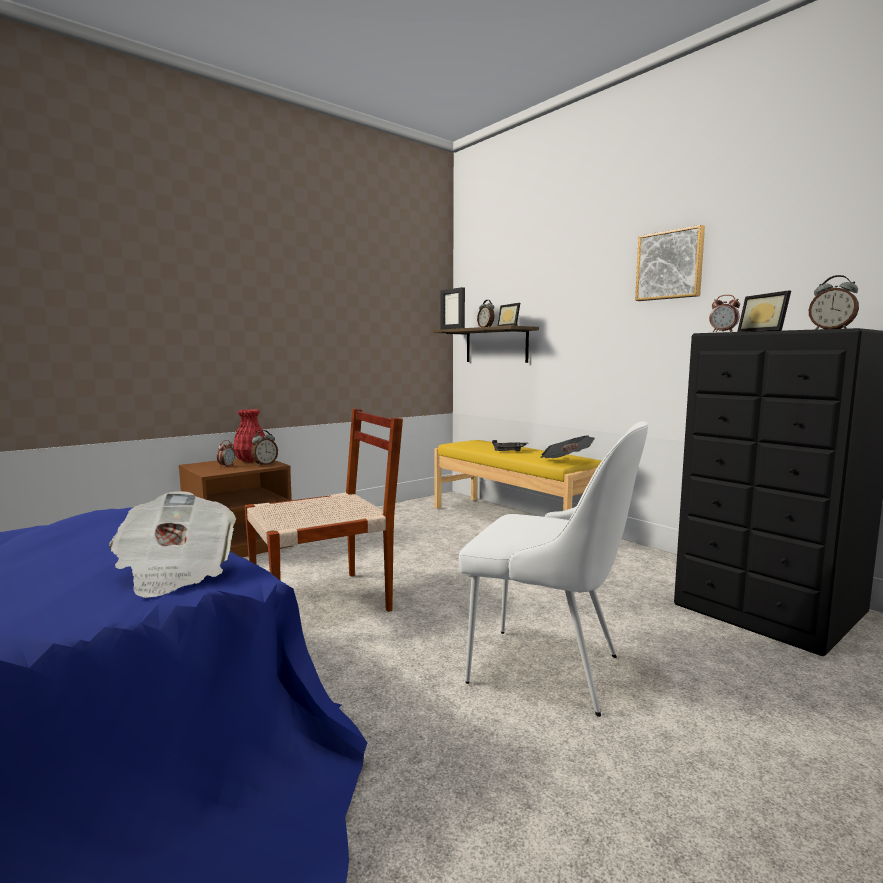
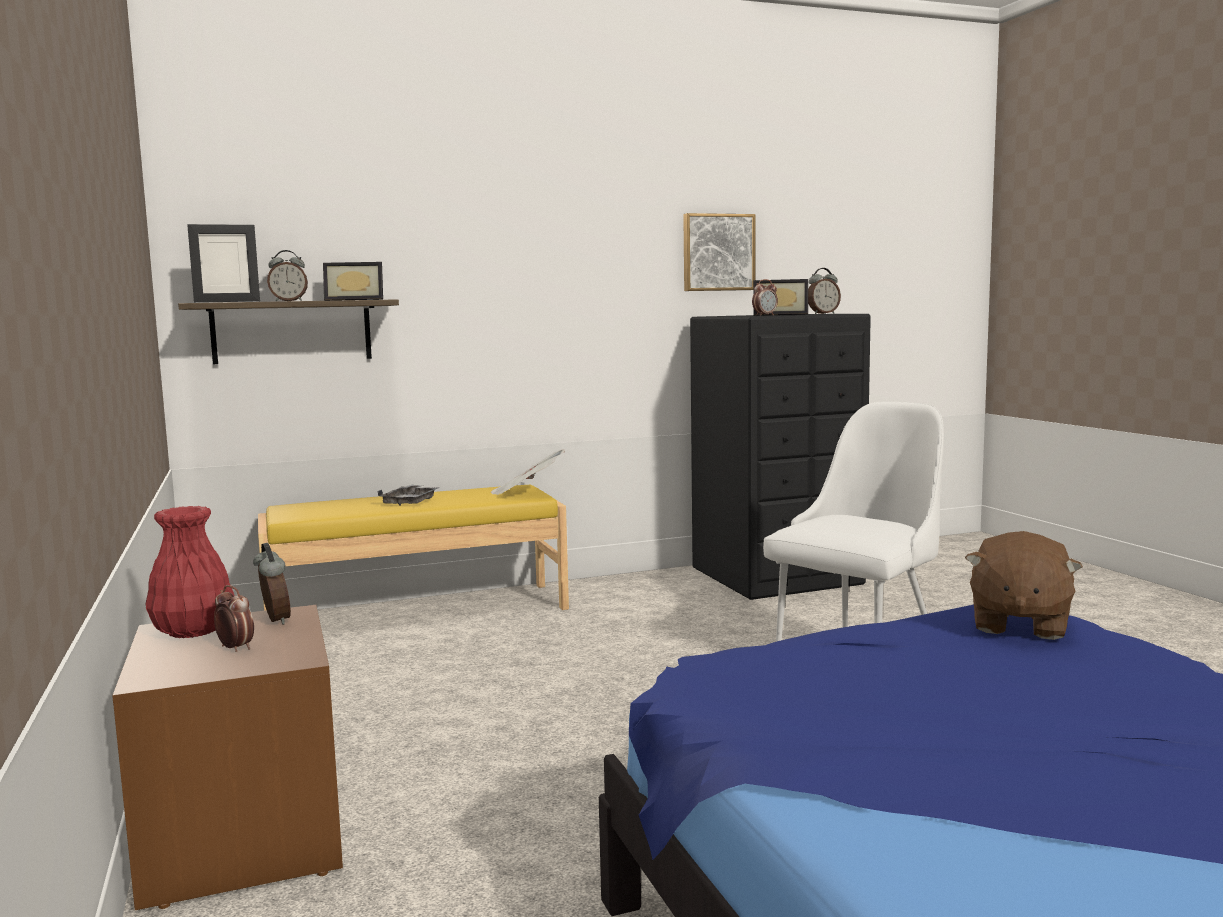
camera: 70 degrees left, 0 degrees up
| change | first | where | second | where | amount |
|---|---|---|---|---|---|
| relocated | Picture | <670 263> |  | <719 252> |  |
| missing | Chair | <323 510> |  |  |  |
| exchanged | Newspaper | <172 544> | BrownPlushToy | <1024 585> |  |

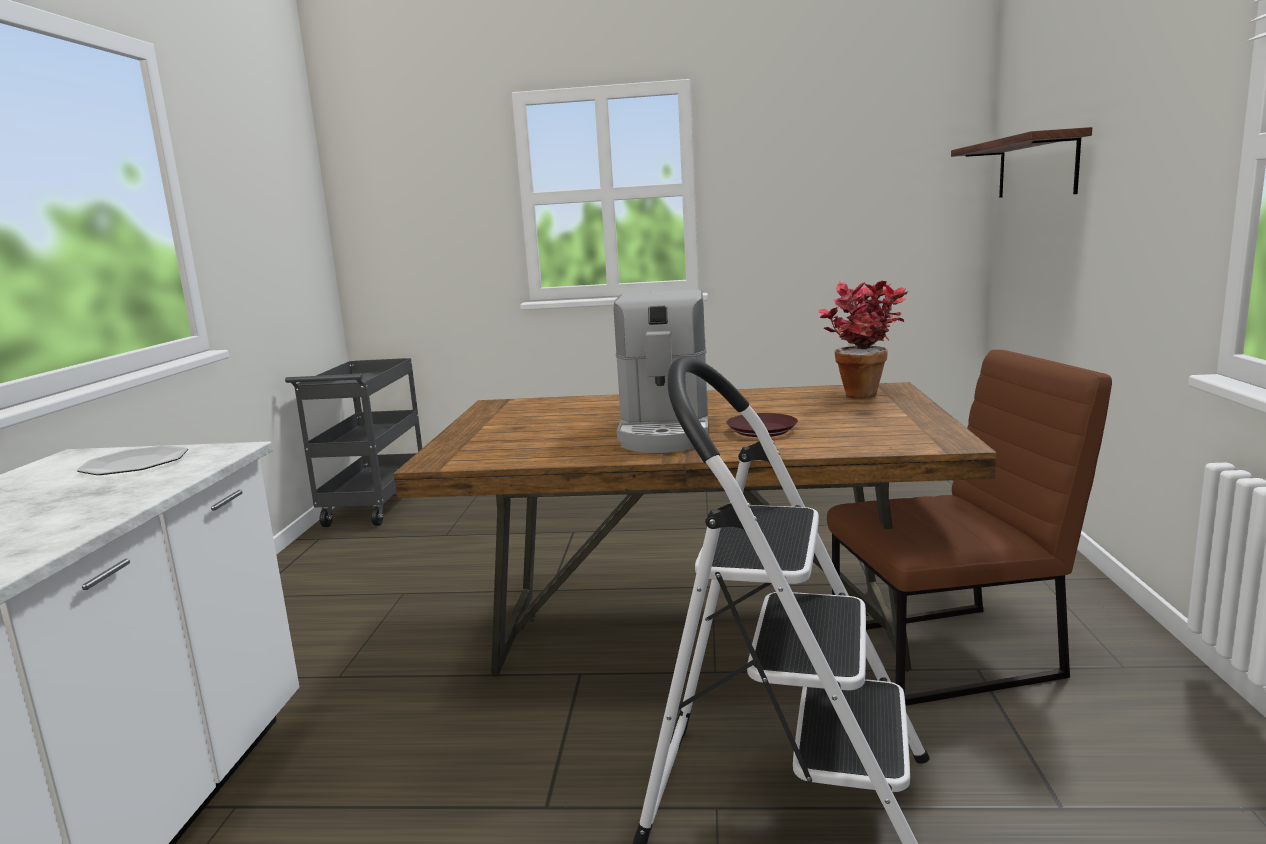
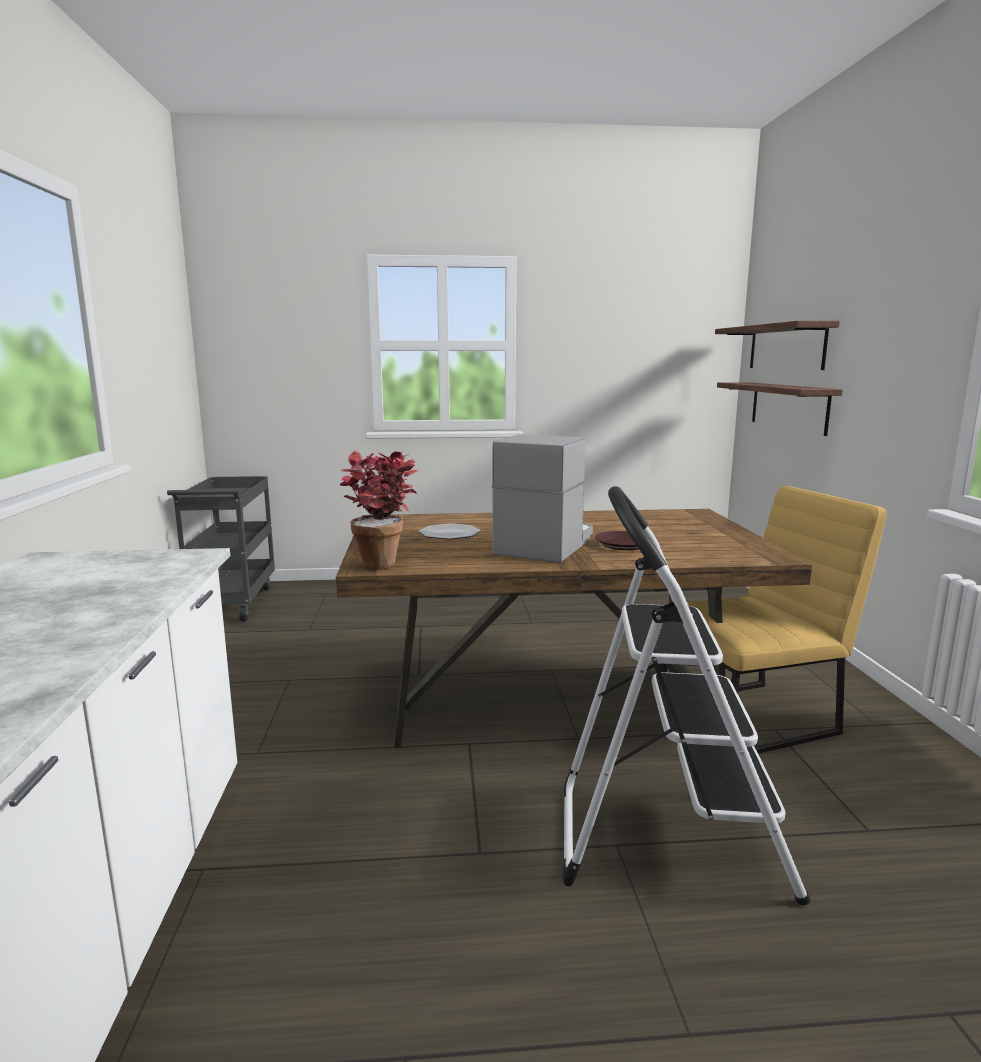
camera: 10 degrees left, 0 degrees up
| change | first | where | second | where | amount |
|---|---|---|---|---|---|
| relocated | PottedPlant | <863 340> |  | <379 510> |  |
| spun | CoffeeMachine | <660 371> |  | <542 498> | 150 degrees counterclockwise |
| colour | BrownChair | <969 528> | YellowChair | <774 620> |  |
| relocated | Plate | <132 460> |  | <450 531> |  |
| appeared |  |  | Shelf | <780 409> |  |

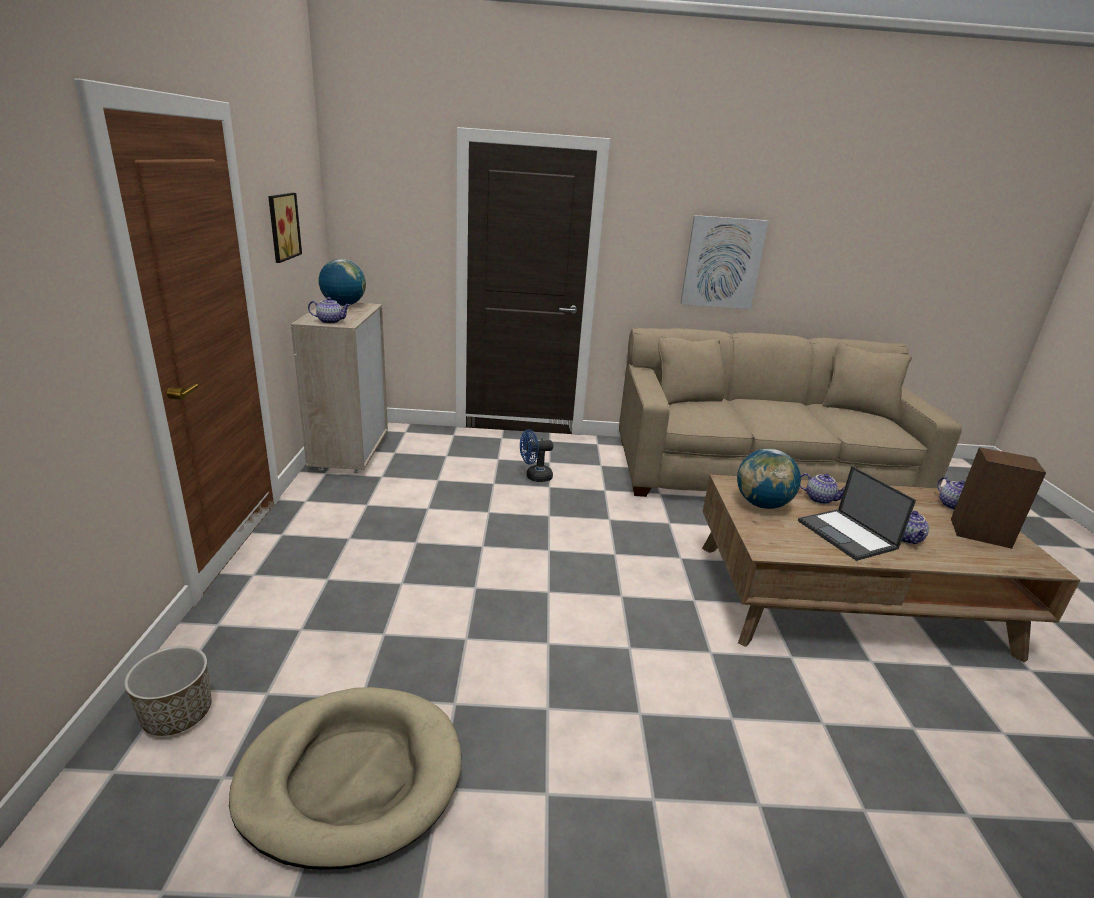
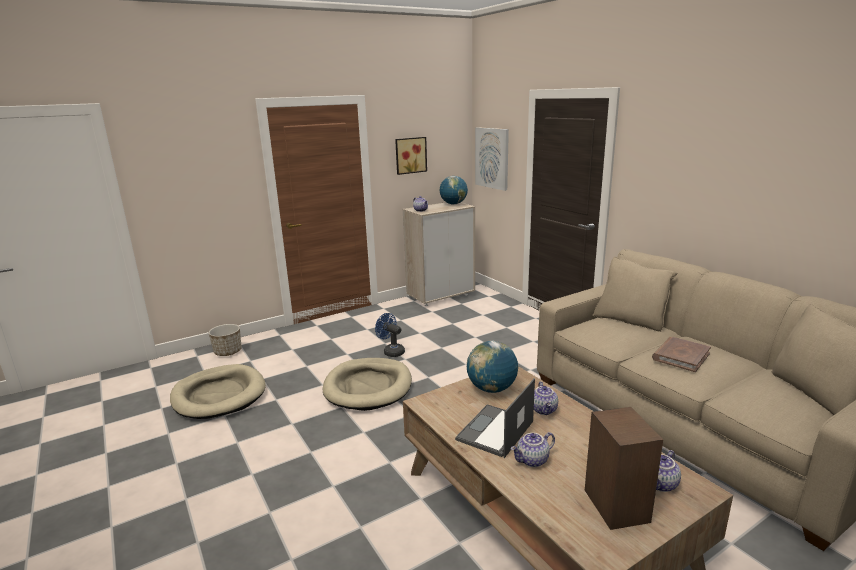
camera: 60 degrees right, 5 degrees down
| change | first | where | second | where | amount |
|---|---|---|---|---|---|
| relocated | Picture | <724 262> |  | <492 159> |  |
| relocated | BlueFan | <536 455> |  | <390 335> |  |
| appeared |  |  | BrownBook | <681 354> |  |
| appeared |  |  | BeigeDogBed | <367 384> |  |

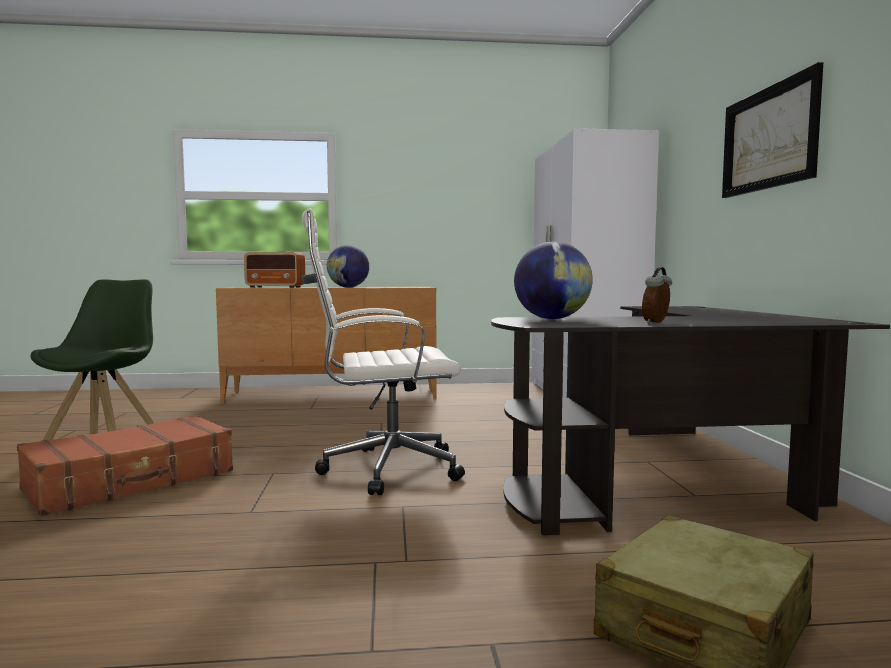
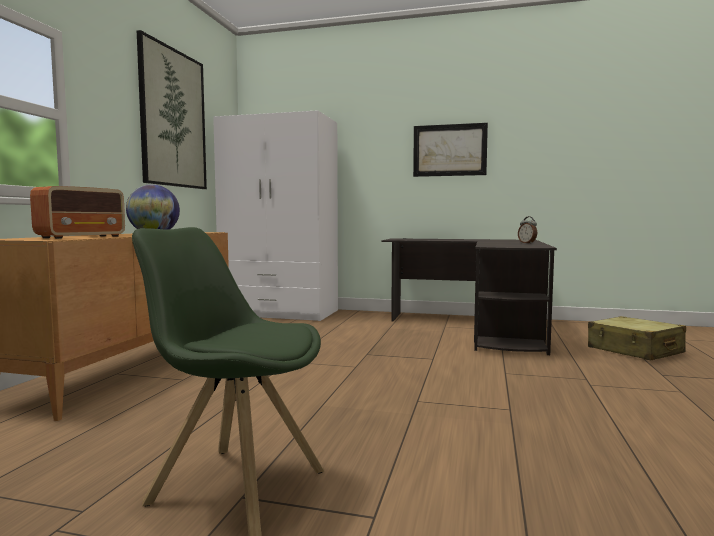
camera: 70 degrees left, 0 degrees up
| change | first | where | second | where | amount |
|---|---|---|---|---|---|
| missing | WhiteOfficeChair | <383 352> |  |  |  |
| missing | Globe | <553 280> |  |  |  |
| missing | BrownSuitcase | <125 465> |  |  |  |
| appeared |  |  | Picture | <172 109> |  |

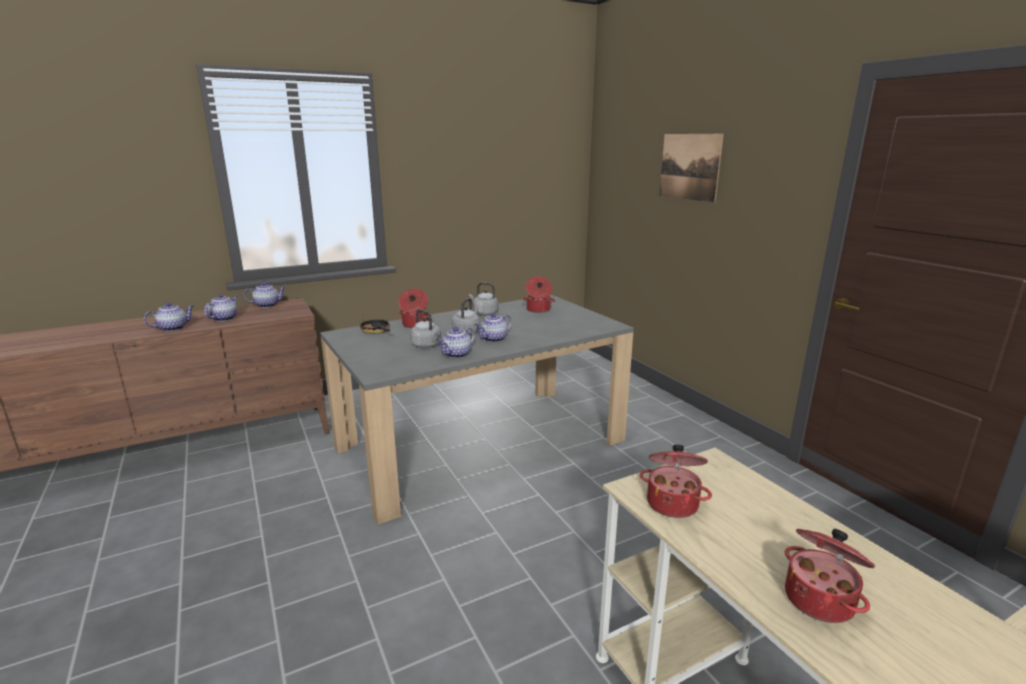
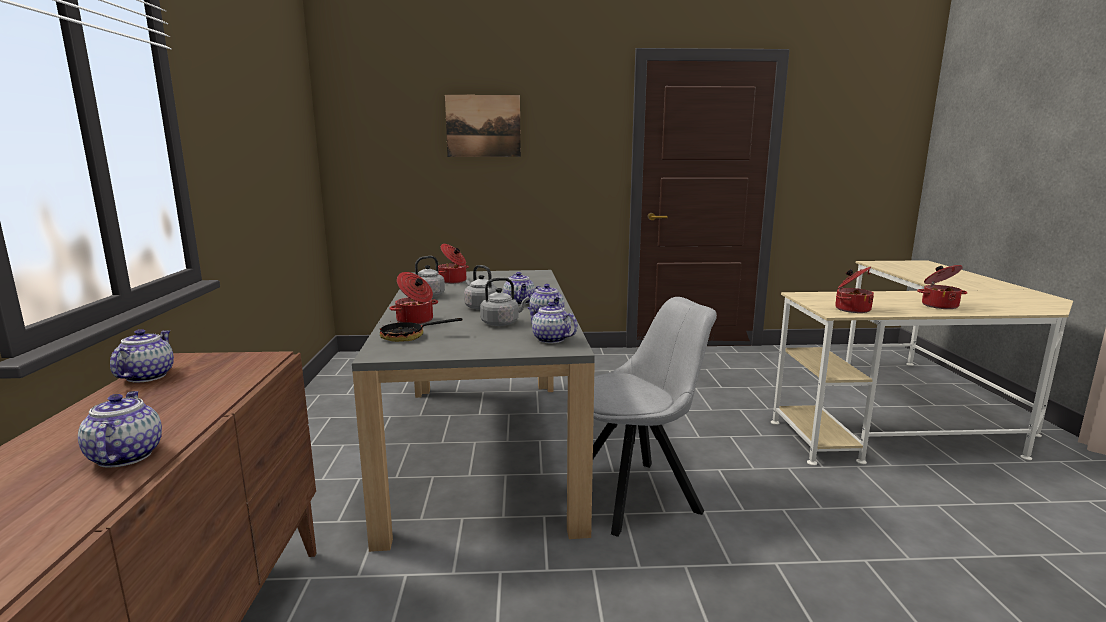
camera: 65 degrees left, 5 degrees down
| change | first | where | second | where | amount |
|---|---|---|---|---|---|
| relocated | Teapot | <220 307> |  | <552 323> |  |
| appeared |  |  | GreyChair | <655 417> |  |

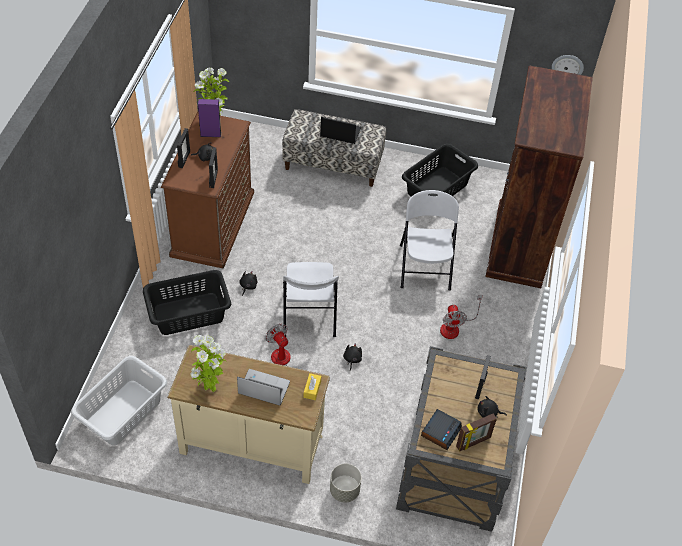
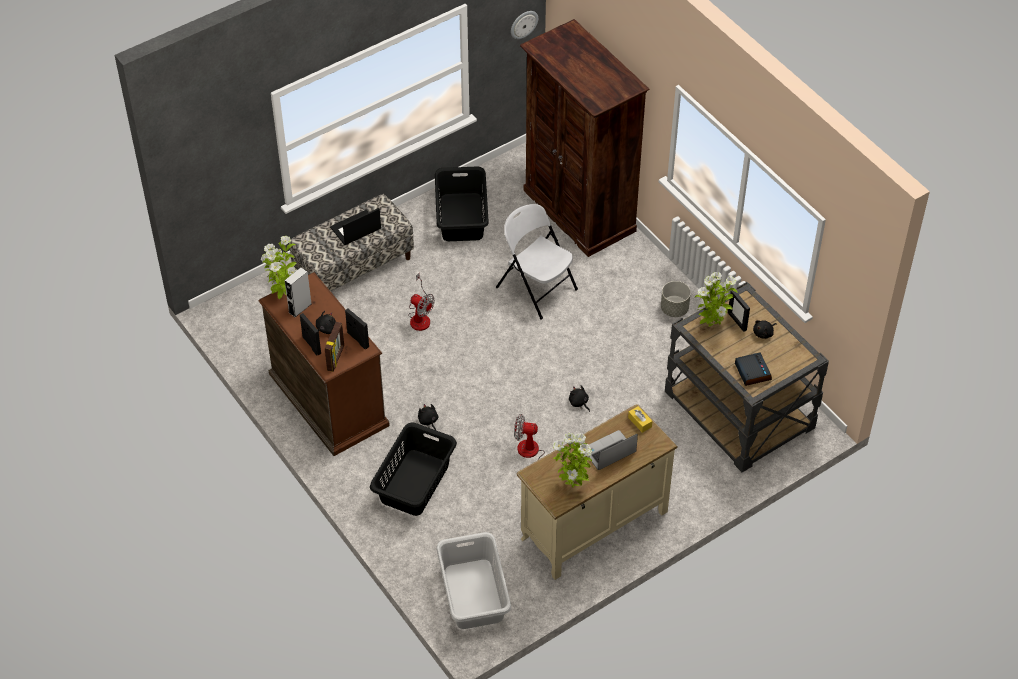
camera: 45 degrees left, 0 degrees up
| change | first | where | second | where | amount |
|---|---|---|---|---|---|
| colour | PurpleSpeaker | <209 118> | GreySpeaker | <298 292> |  |
| missing | WhiteChair | <311 299> |  |  |  |
| relocated | Fan | <461 317> |  | <421 302> |  |
| relocated | PictureFrame | <476 433> |  | <334 347> |  |
| relocated | GreyPlanter | <346 482> |  | <676 299> |  |
| appeared |  |  | PottedPlant | <716 299> |  |

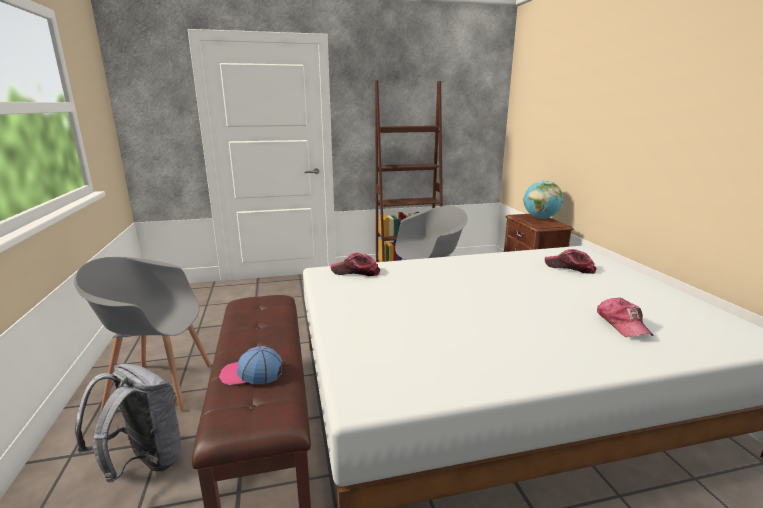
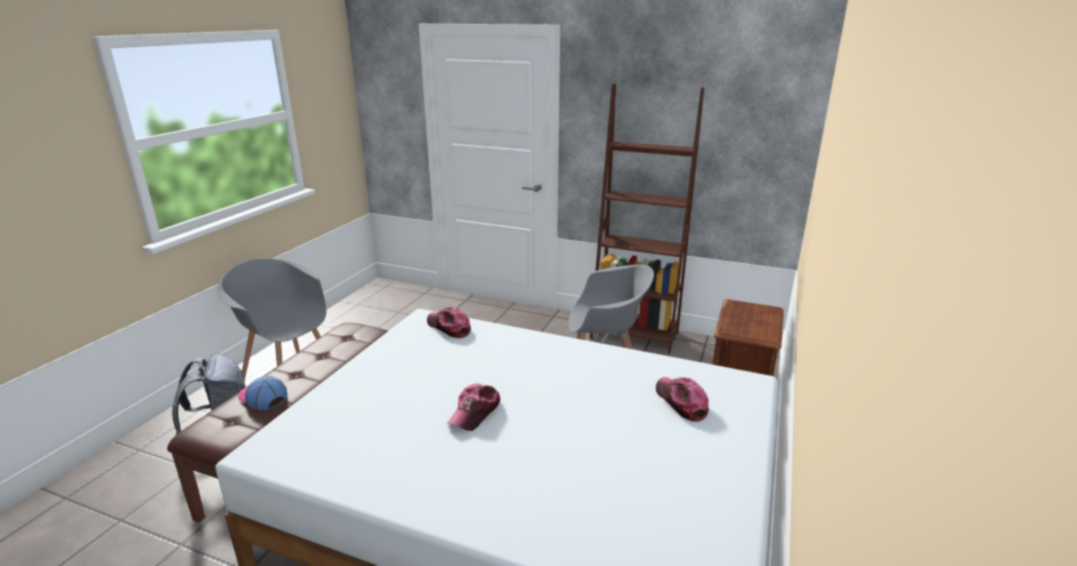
camera: 35 degrees right, 5 degrees up
| change | first | where | second | where | amount |
|---|---|---|---|---|---|
| missing | Globe | <543 200> |  |  |  |
| relocated | Cap | <625 317> |  | <474 407> |  |

